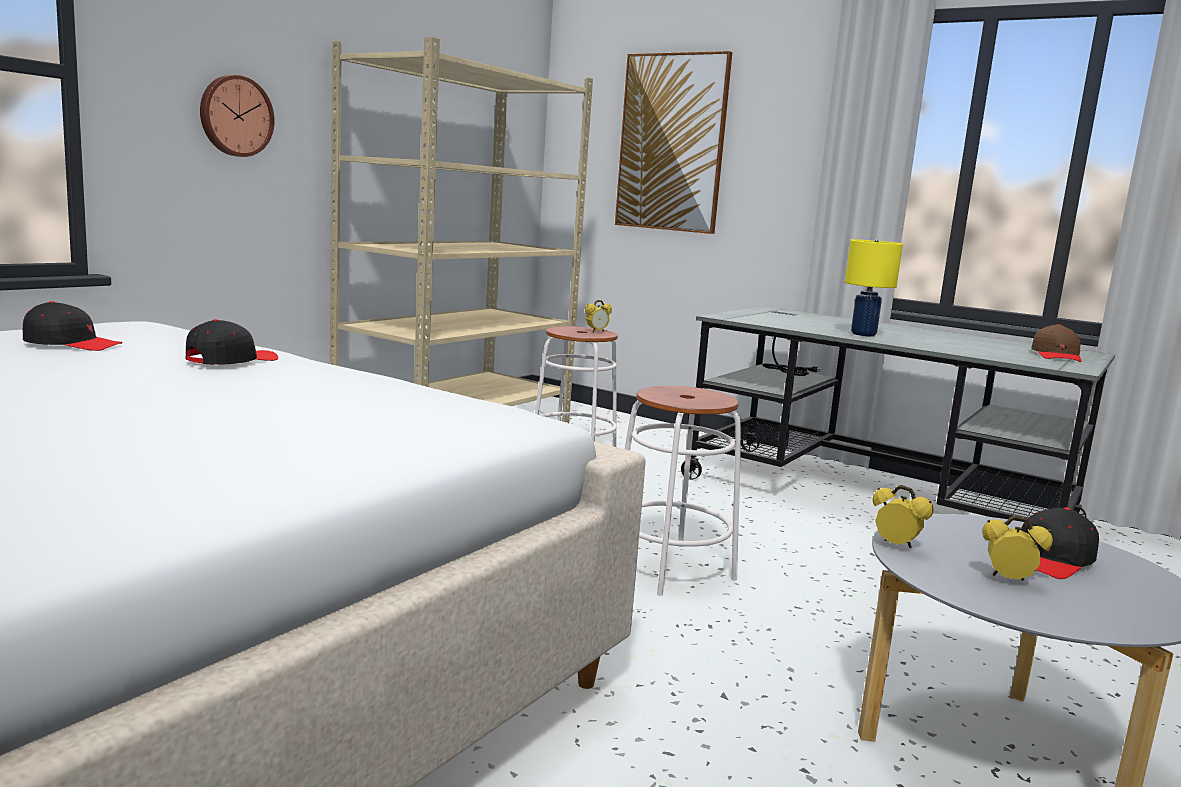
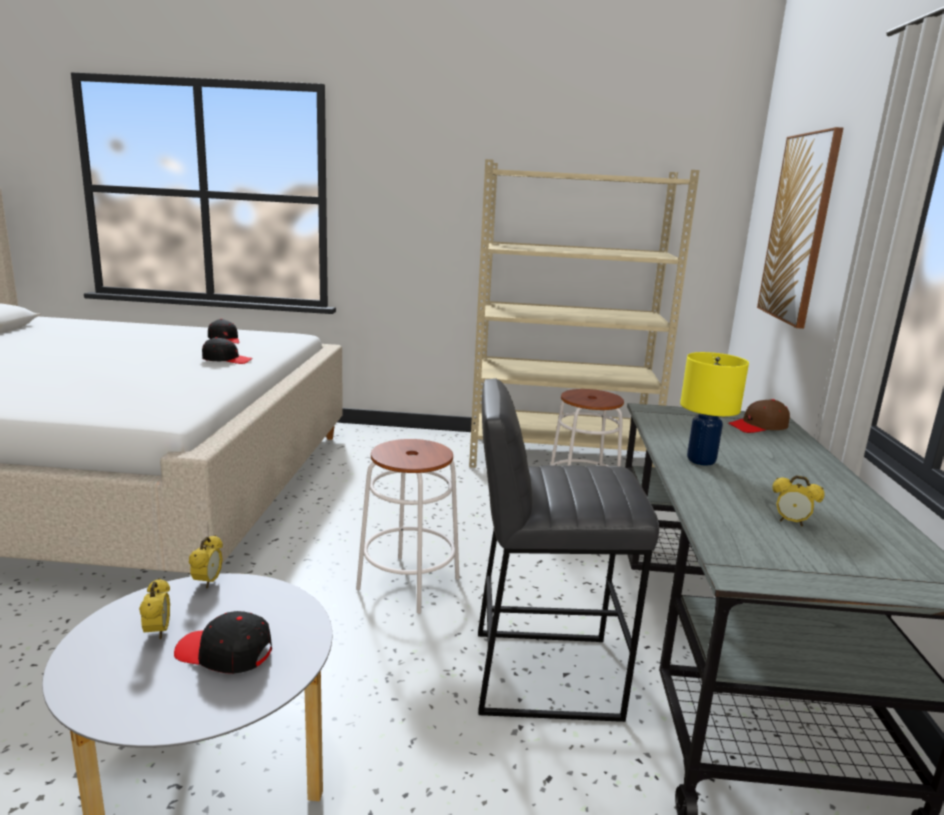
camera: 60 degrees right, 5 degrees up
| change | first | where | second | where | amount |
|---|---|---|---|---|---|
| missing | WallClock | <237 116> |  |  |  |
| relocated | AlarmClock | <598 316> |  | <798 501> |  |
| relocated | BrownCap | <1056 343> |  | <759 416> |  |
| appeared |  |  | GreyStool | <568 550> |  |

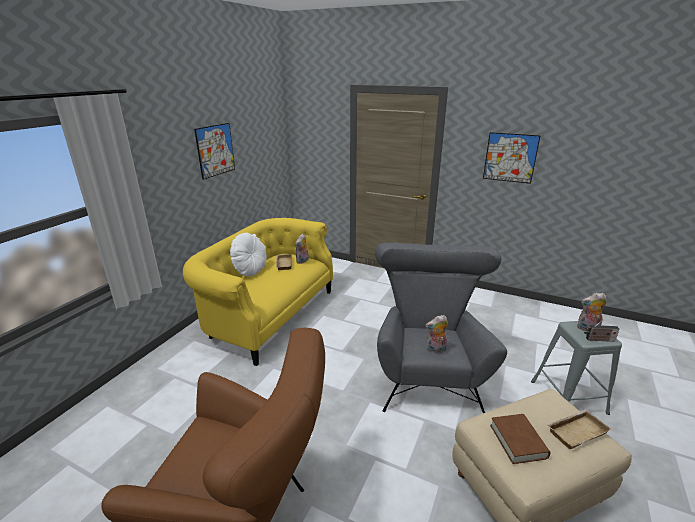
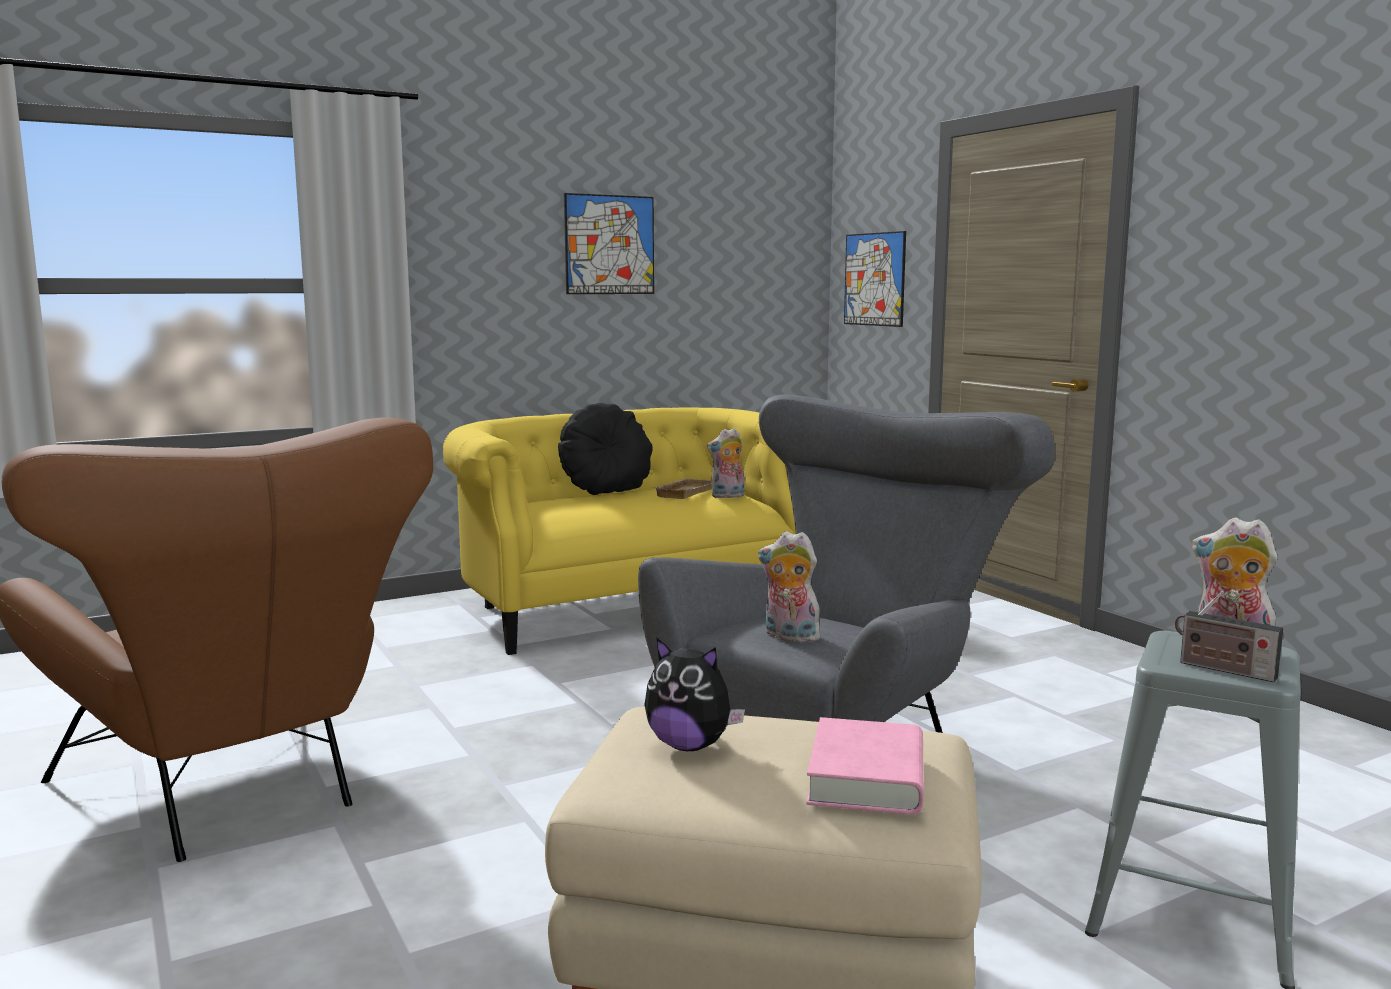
camera: 35 degrees right, 15 degrees down
| change | first | where | second | where | amount |
|---|---|---|---|---|---|
| relocated | Picture | <511 158> |  | <875 279> |  |
| colour | WhitePillow | <248 254> | BlackPillow | <605 449> |  |
| exchanged | BeigeTray | <579 429> | PinkBook | <865 766> |  |
| exchanged | BrownBook | <520 439> | PlushToy | <695 694> |  |

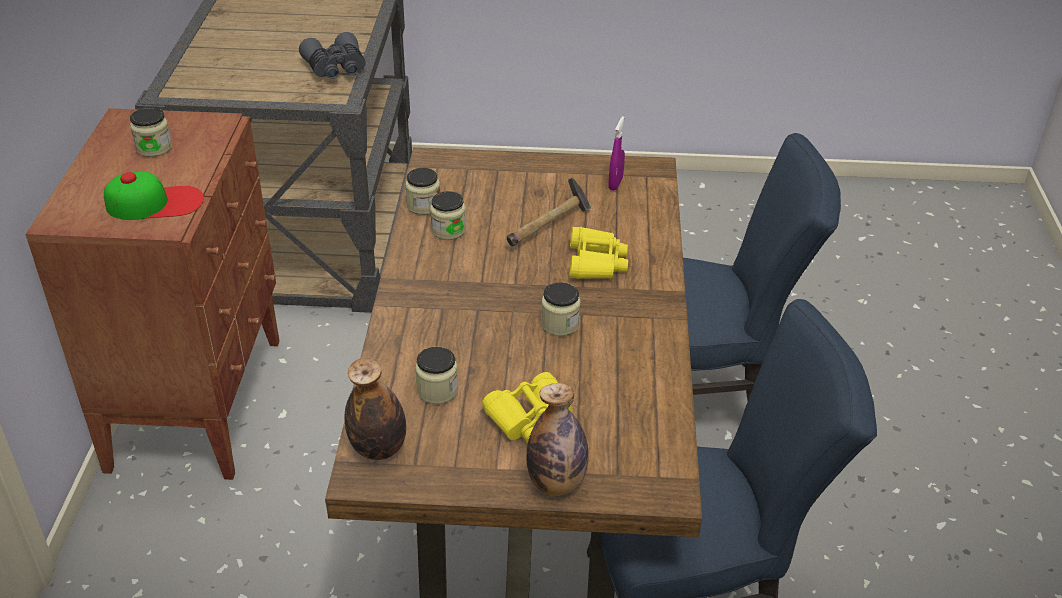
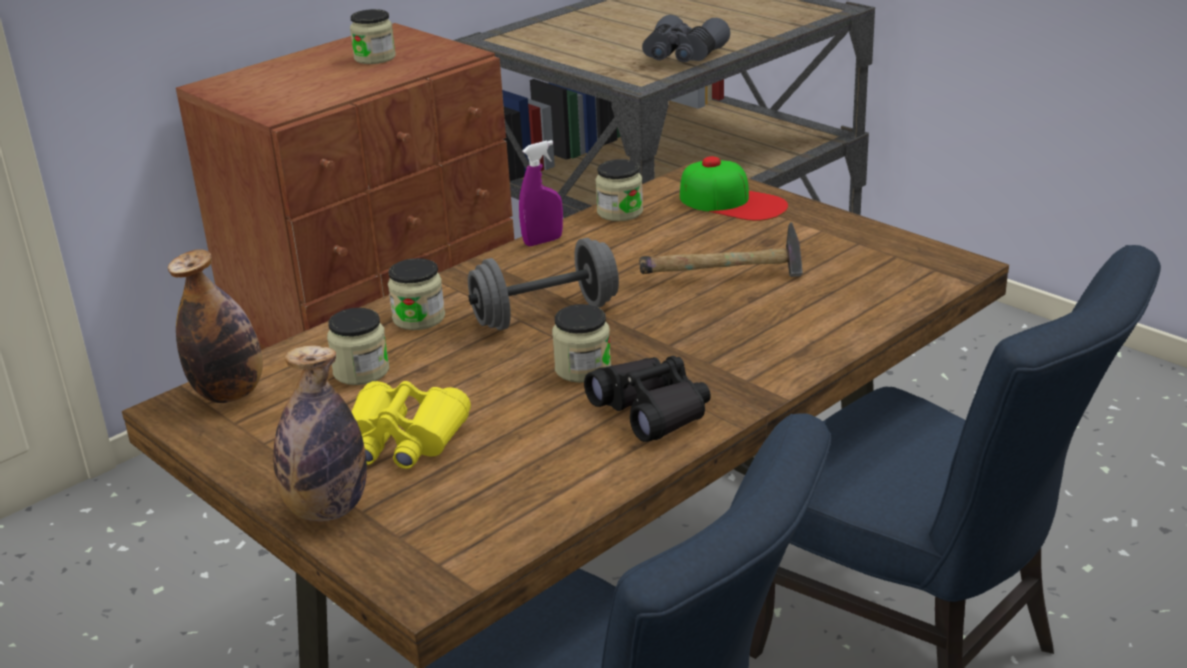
camera: 45 degrees right, 10 degrees down
| change | first | where | second | where | amount |
|---|---|---|---|---|---|
| relocated | PurpleSprayBottle | <616 153> |  | <541 193> |  |
| relocated | Cap | <154 195> |  | <734 188> |  |
| relocated | Jar | <448 215> |  | <416 294> |  |
| missing | YellowBinoculars | <599 253> |  |  |  |
| appeared |  |  | GreyDumbbell | <543 284> |  |
| appeared |  |  | BlackBinoculars | <647 399> |  |

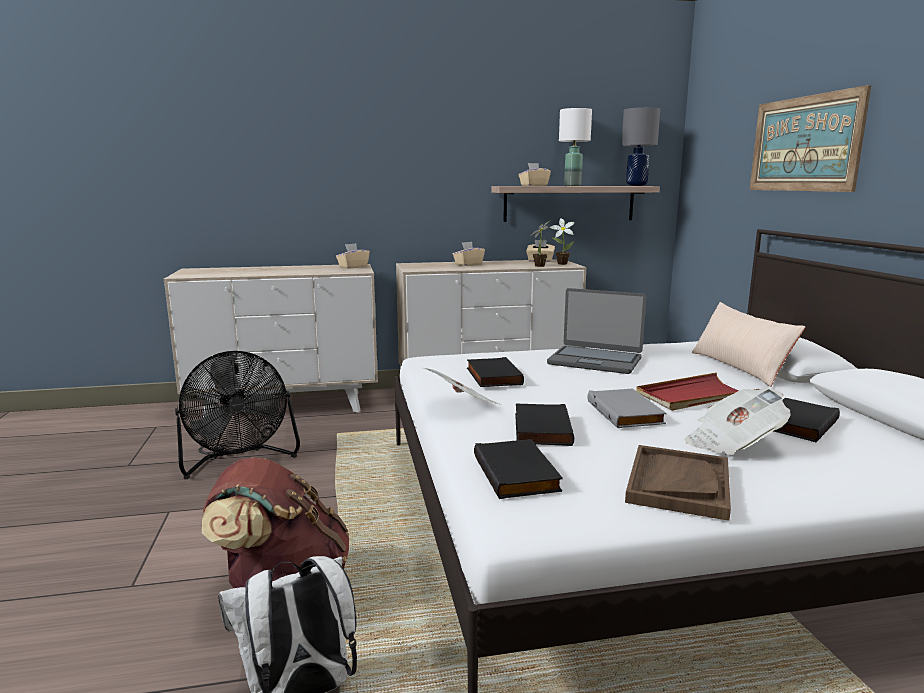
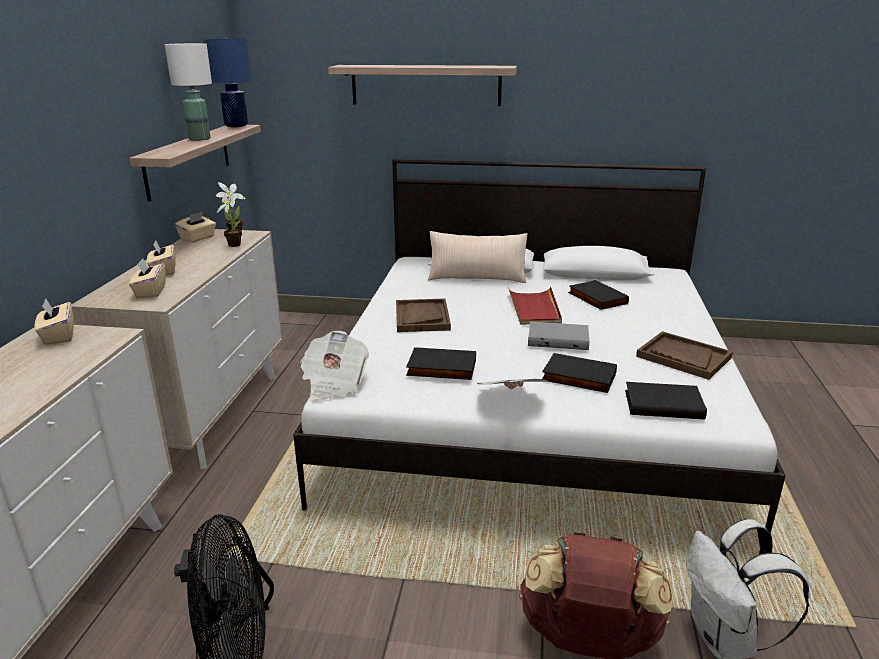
camera: 70 degrees left, 10 degrees up
| change | first | where | second | where | amount |
|---|---|---|---|---|---|
| exchanged | Picture | <810 138> | Shelf | <422 85> |  |
| colour | GreyTableLamp | <640 146> | BlueTableLamp | <227 83> |  |
| relocated | BeigeTissueBox | <535 174> |  | <147 278> |  |
| exchanged | Laptop | <597 331> | BrownTray | <423 315> |  |
| relocated | Newspaper | <738 421> |  | <334 365> |  |

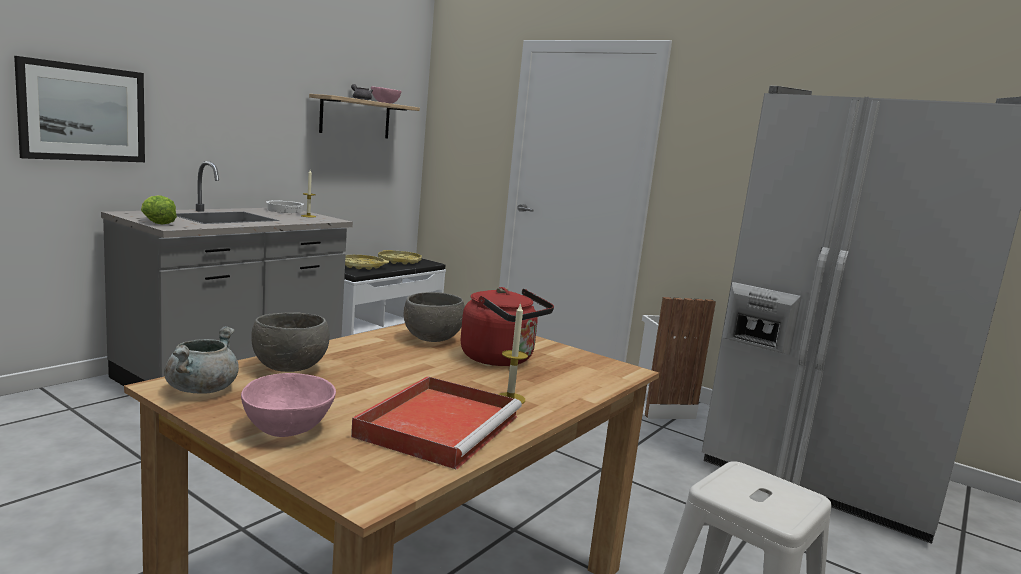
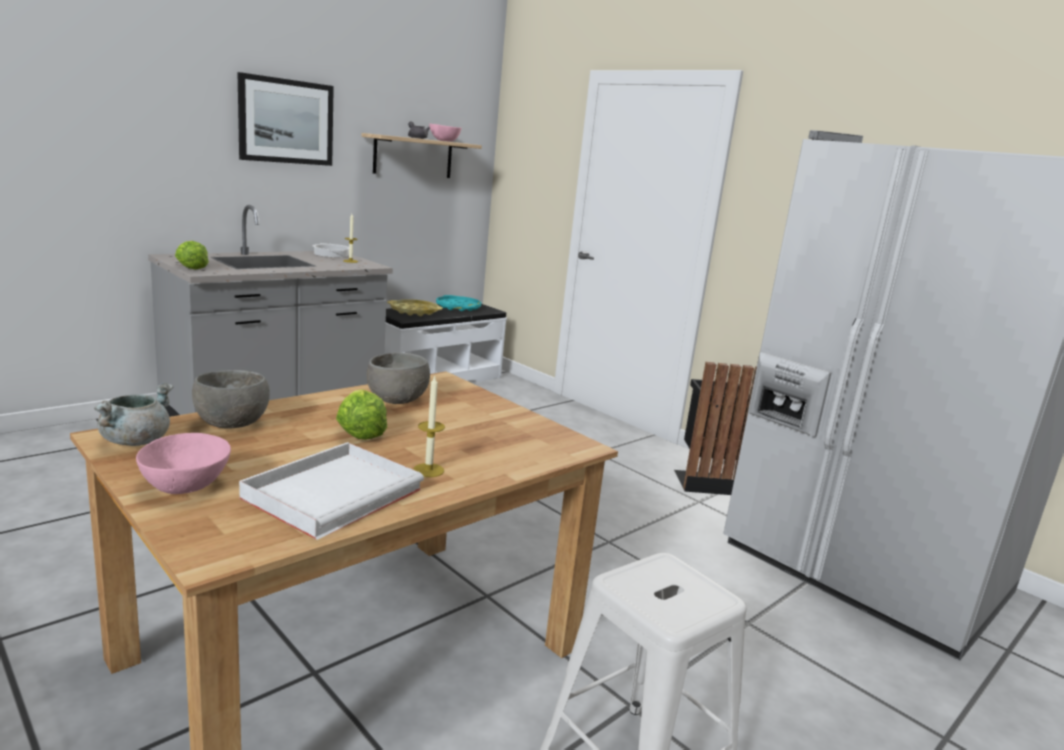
camera: 10 degrees right, 5 degrees up
| change | first | where | second | where | amount |
|---|---|---|---|---|---|
| relocated | Picture | <79 109> |  | <285 119> |  |
| colour | YellowTray | <400 257> | TurquoiseTray | <458 303> |  |
| missing | RedKettle | <507 326> |  |  |  |
| colour | WhiteTrashCan | <677 358> | BlackTrashCan | <715 428> |  |
| colour | RedTray | <436 423> | WhiteTray | <331 491> |  |
| appeared |  |  | Lettuce | <361 414> |  |

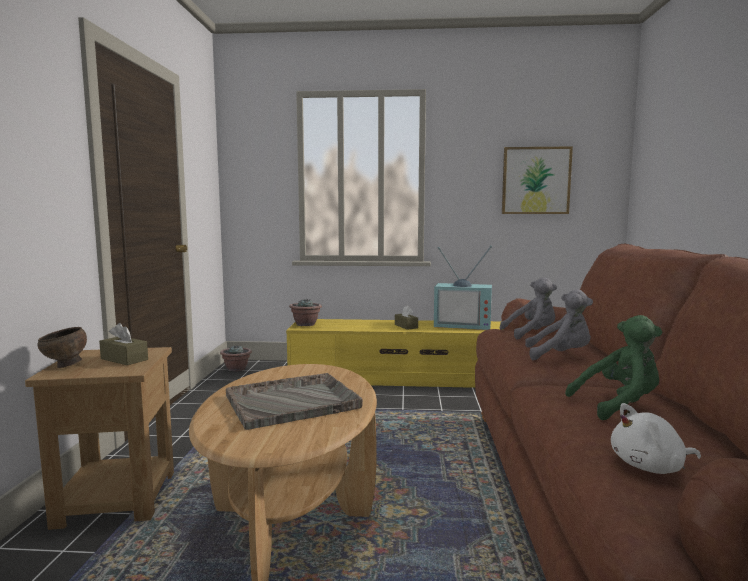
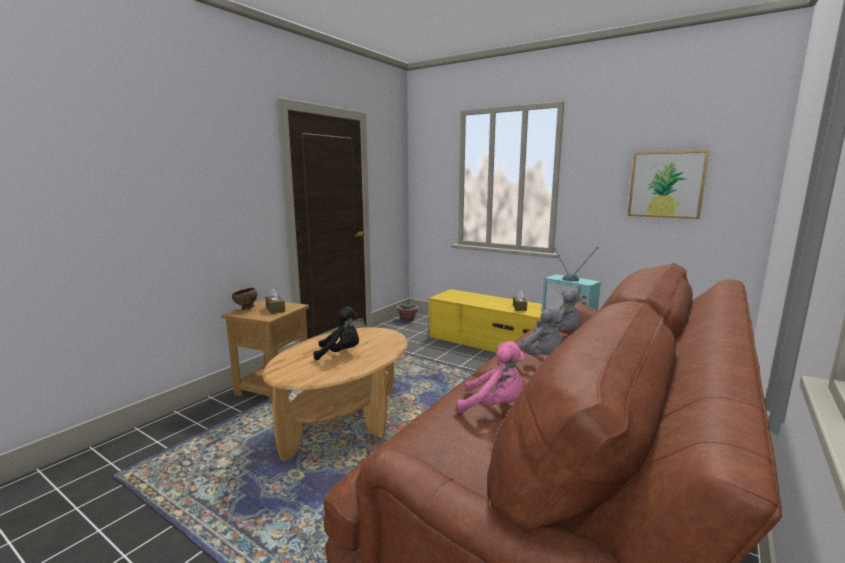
camera: 30 degrees right, 5 degrees up
| change | first | where | second | where | amount |
|---|---|---|---|---|---|
| missing | PottedPlant | <305 312> |  |  |  |
| colour | GreenPlushToy | <614 367> | PinkPlushToy | <490 377> |  |
| exchanged | GreyTray | <294 401> | BlackPlushToy | <336 333> |  |
| missing | WhitePlushToy | <656 438> |  |  |  |

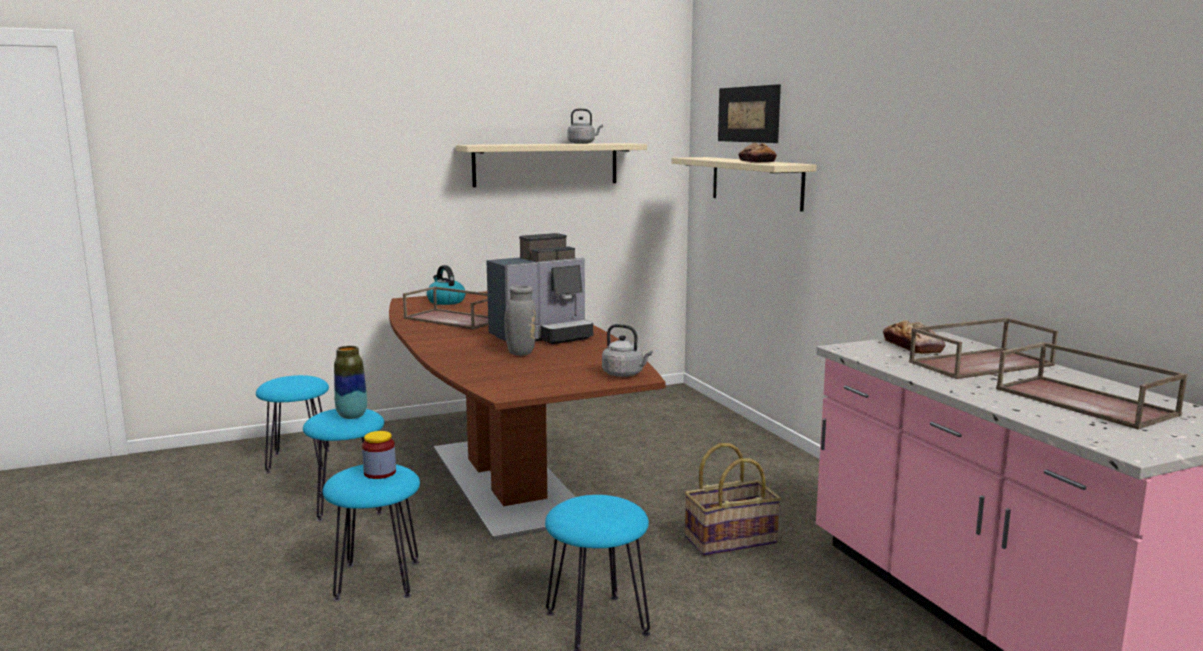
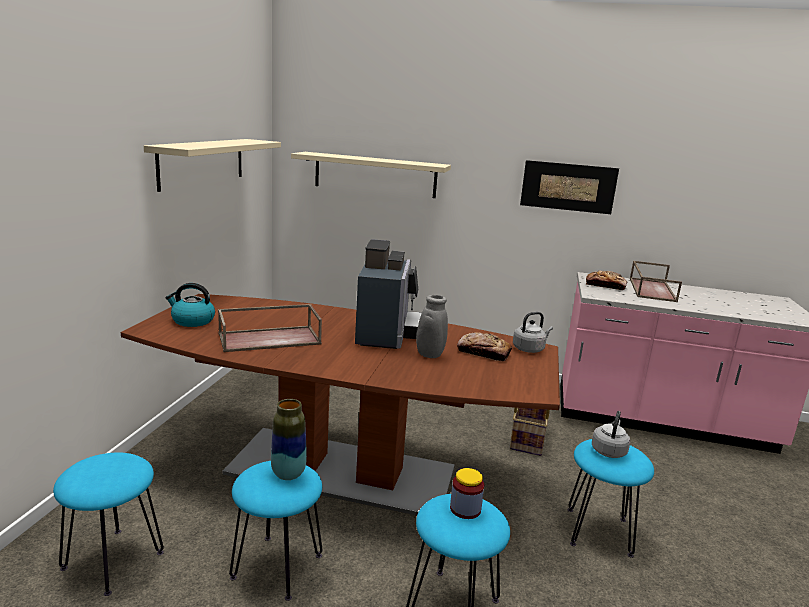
camera: 55 degrees left, 5 degrees up
| change | first | where | second | where | amount |
|---|---|---|---|---|---|
| relocated | Picture | <749 113> |  | <569 187> |  |
| relocated | GreyKettle | <585 126> |  | <611 434> |  |
| relocated | Bread | <757 153> |  | <484 346> |  |
| missing | BrownTray | <1092 386> |  |  |  |

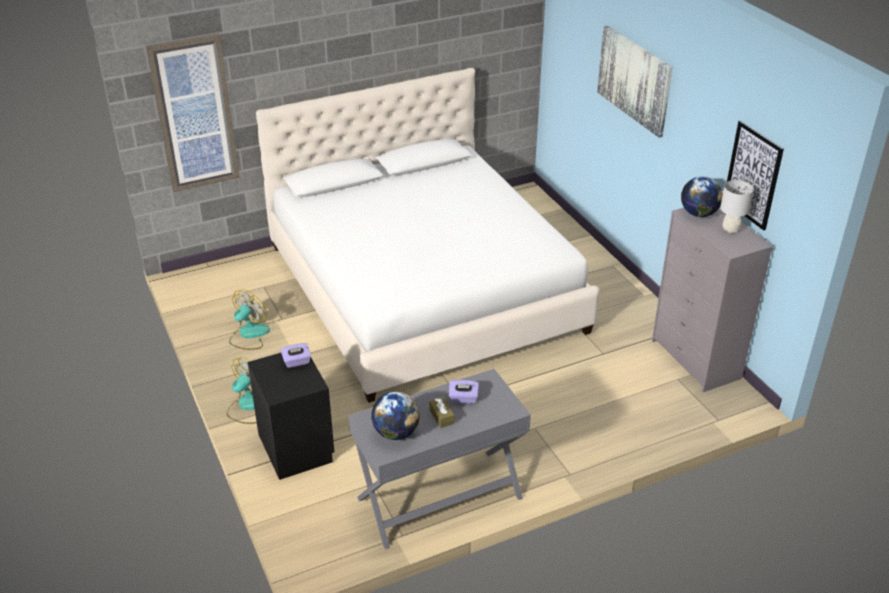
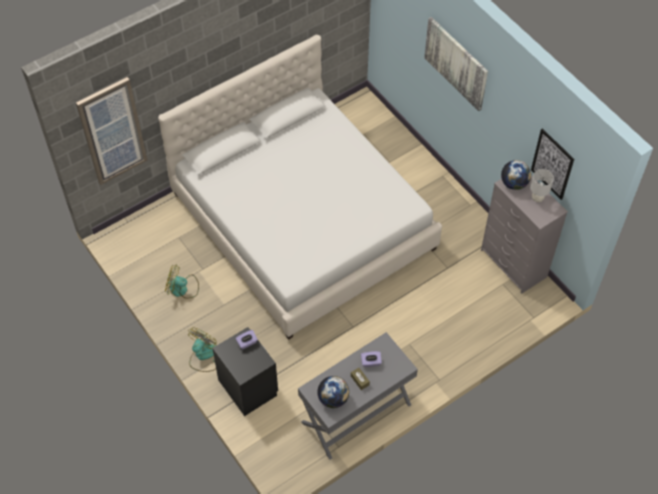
camera: 10 degrees left, 20 degrees up
| change | first | where | second | where | amount |
|---|---|---|---|---|---|
| spun | Fan | <249 319> |  | <182 281> | 105 degrees counterclockwise |

